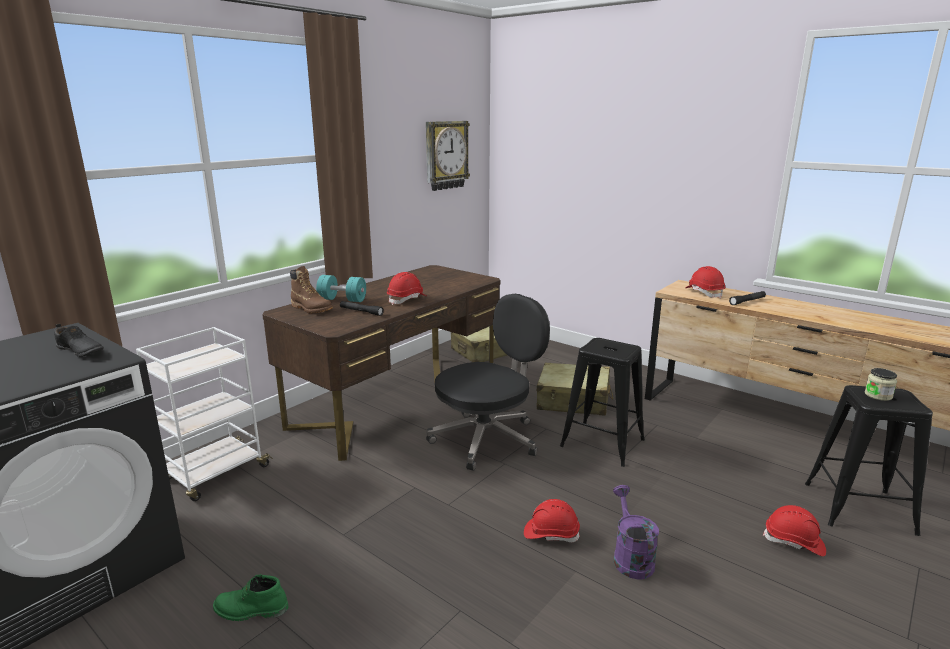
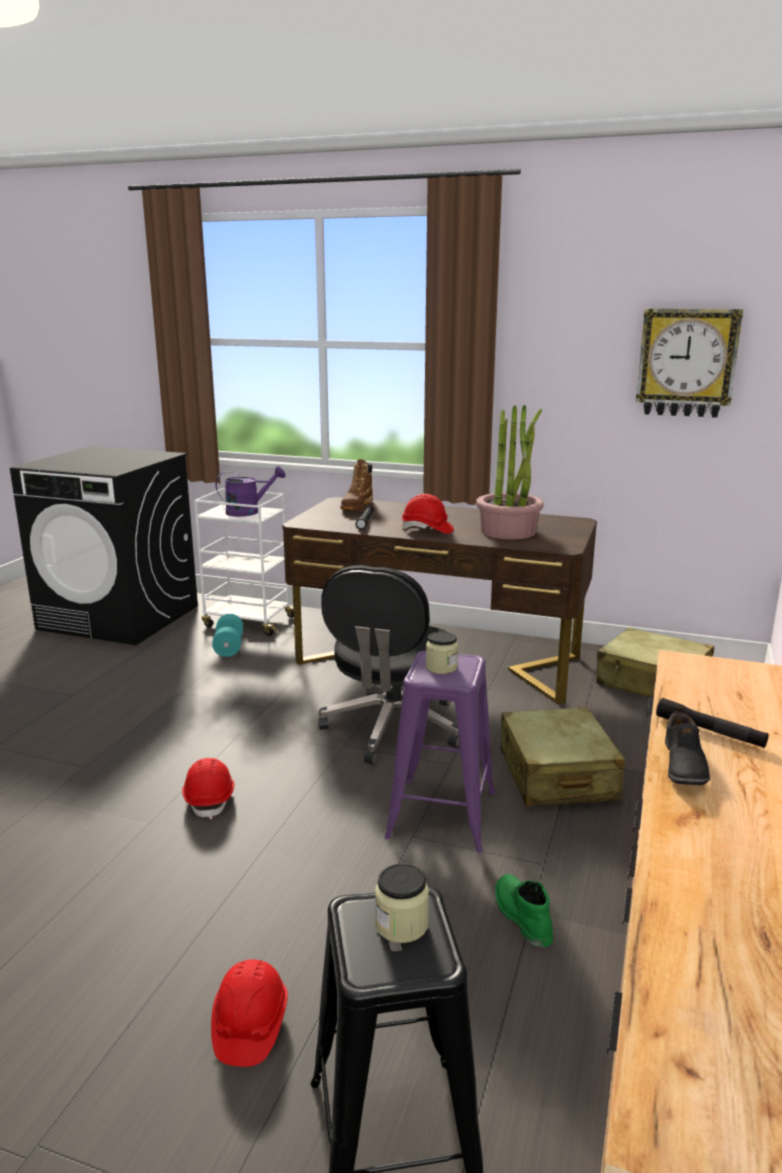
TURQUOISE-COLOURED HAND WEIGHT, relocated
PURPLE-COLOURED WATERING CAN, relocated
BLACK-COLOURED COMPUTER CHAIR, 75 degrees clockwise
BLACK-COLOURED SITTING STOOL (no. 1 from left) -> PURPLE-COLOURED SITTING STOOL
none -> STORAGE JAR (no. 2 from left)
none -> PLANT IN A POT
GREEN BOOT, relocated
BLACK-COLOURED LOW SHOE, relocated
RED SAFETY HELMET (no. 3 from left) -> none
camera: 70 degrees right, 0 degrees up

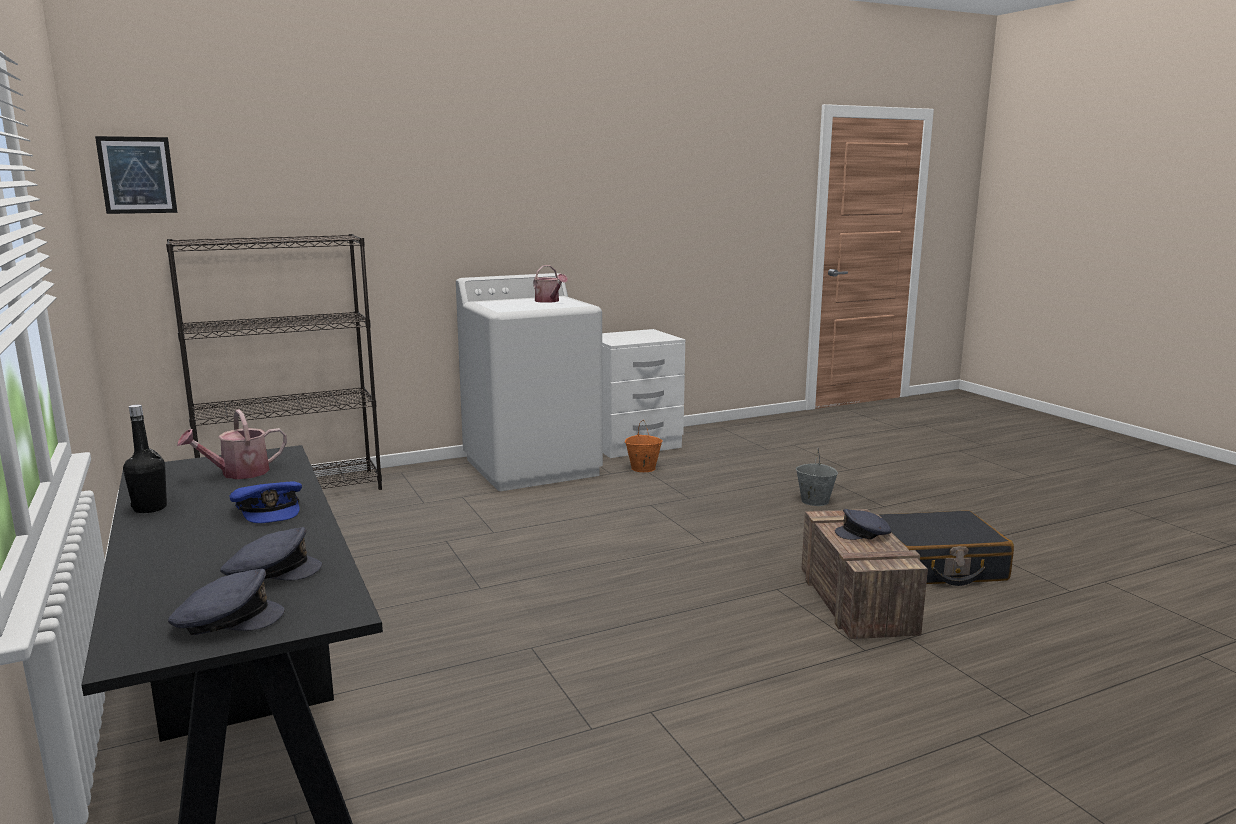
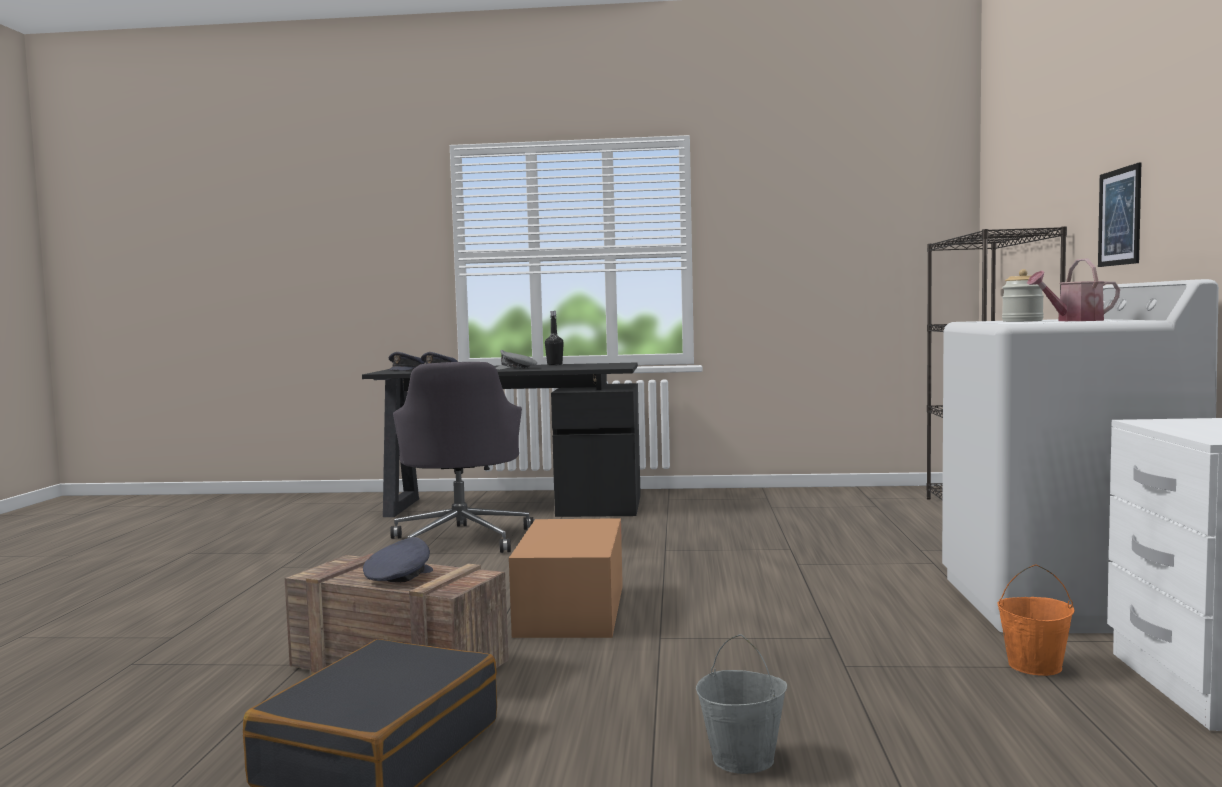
none -> GRAY COMPUTER CHAIR
BLUISH PEAKED CAP -> GRAY PEAKED CAP (no. 4 from left)
none -> CARDBOARD BOX
none -> STORAGE JAR
WALL ART, relocated
WATERING CAN (no. 1 from left) -> none
camera: 120 degrees right, 10 degrees down

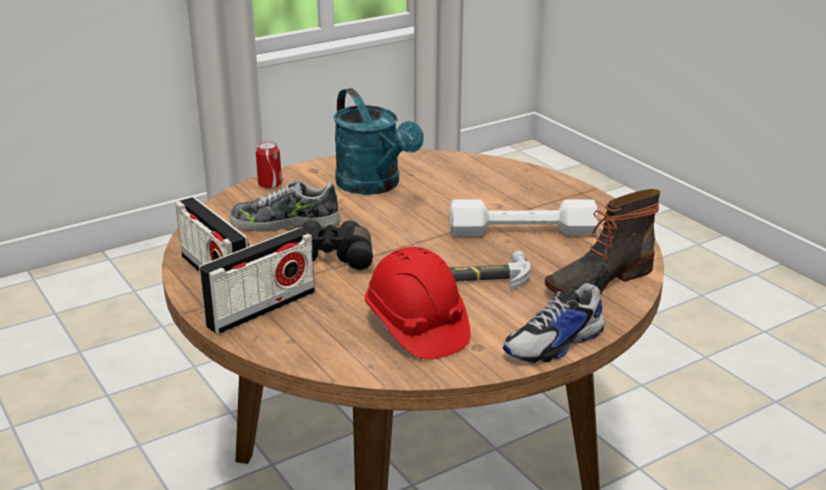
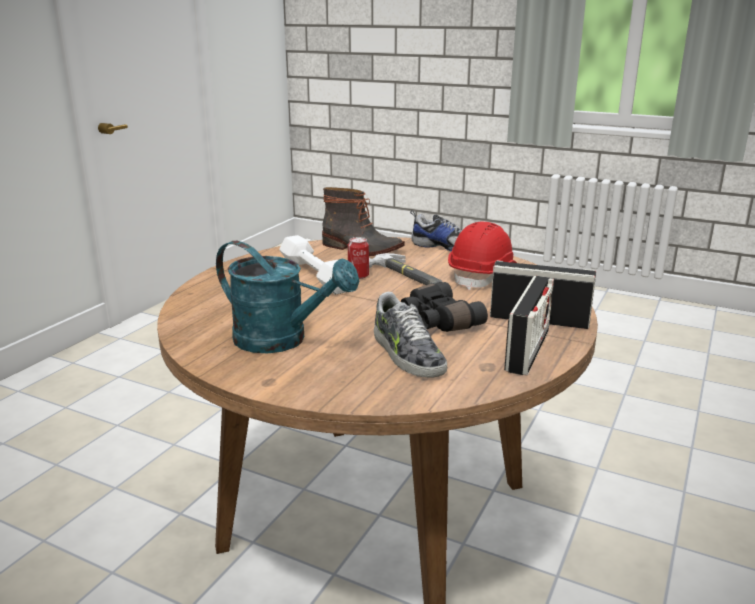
TURQUOISE-COLOURED WATERING CAN, 90 degrees clockwise
SEALED CAN, relocated
camera: 120 degrees left, 5 degrees down

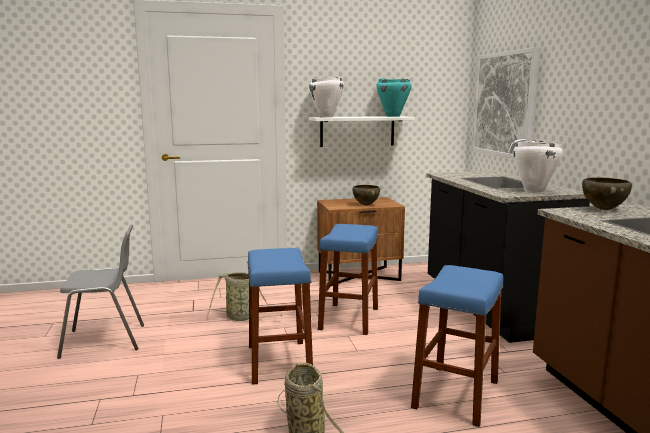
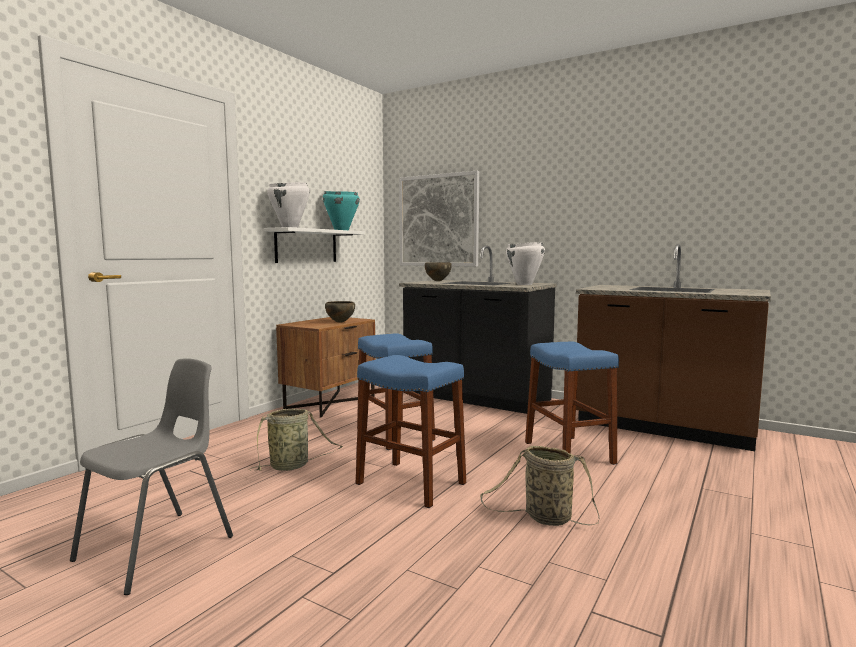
BROWN-COLOURED DEEP DISH (no. 2 from left), relocated
camera: 45 degrees left, 5 degrees down

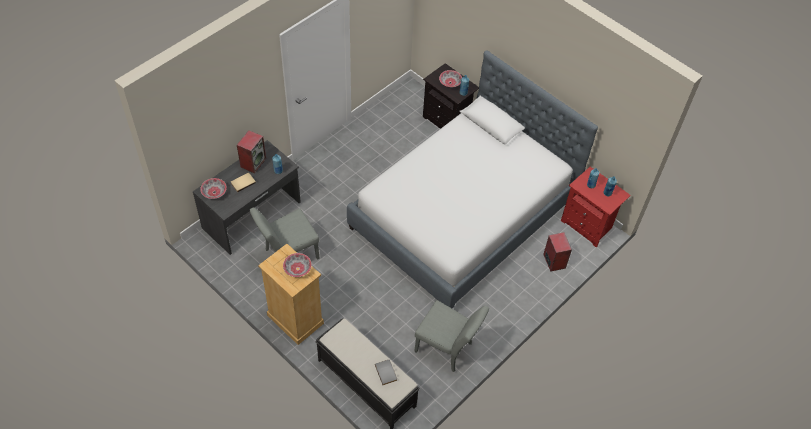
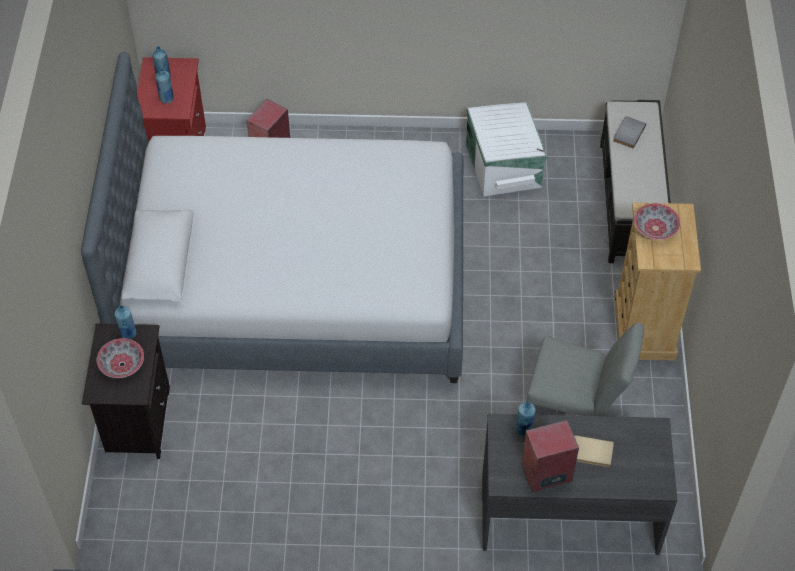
GRAY PLAIN CHAIR (no. 2 from left) -> WHITISH STORAGE BIN
DEEP DISH (no. 1 from left) -> none
camera: 130 degrees left, 0 degrees up

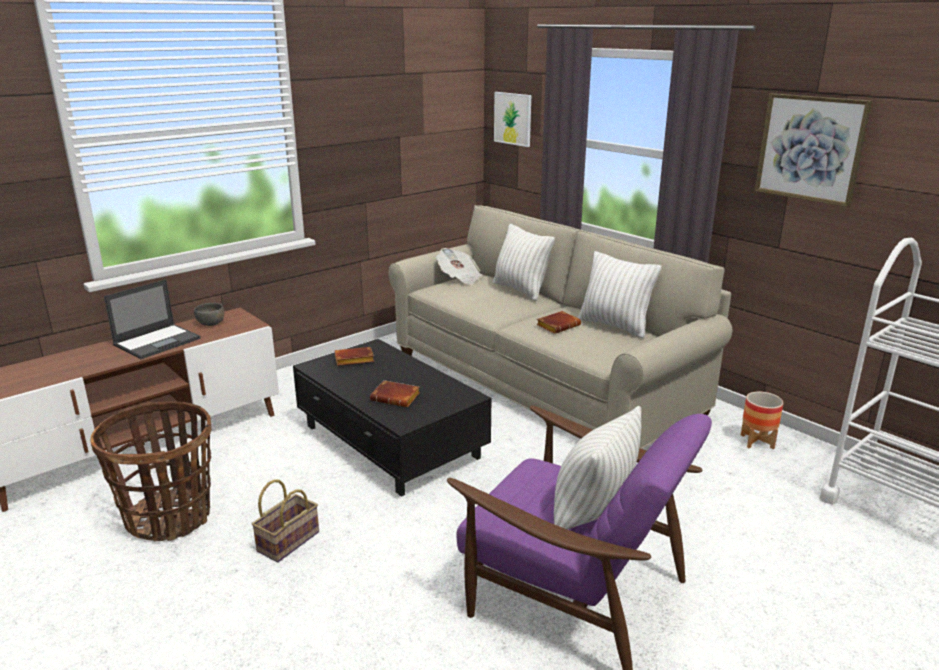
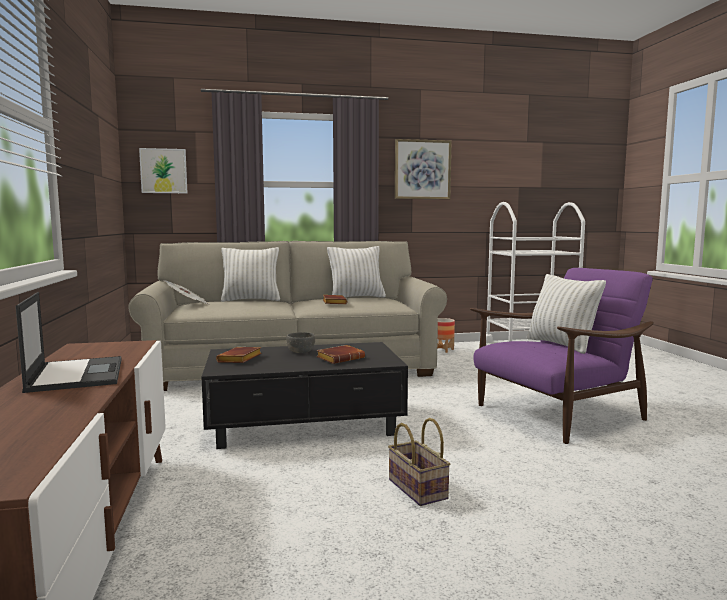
GRAY DEEP DISH, relocated
STORAGE BASKET (no. 1 from left) -> none
camera: 60 degrees left, 15 degrees down

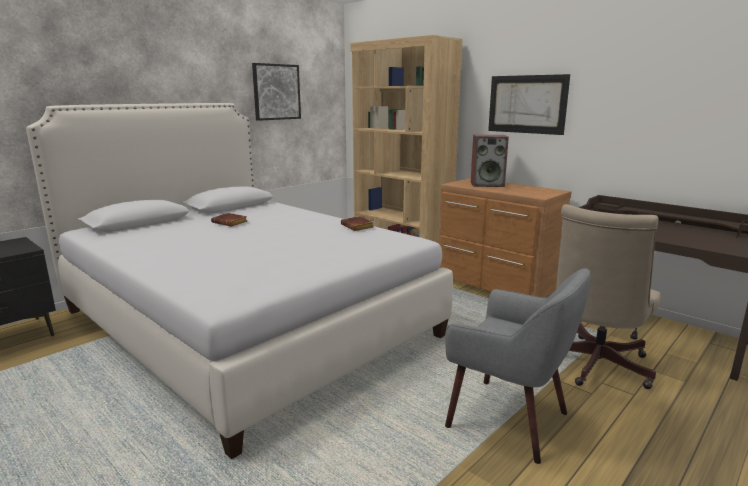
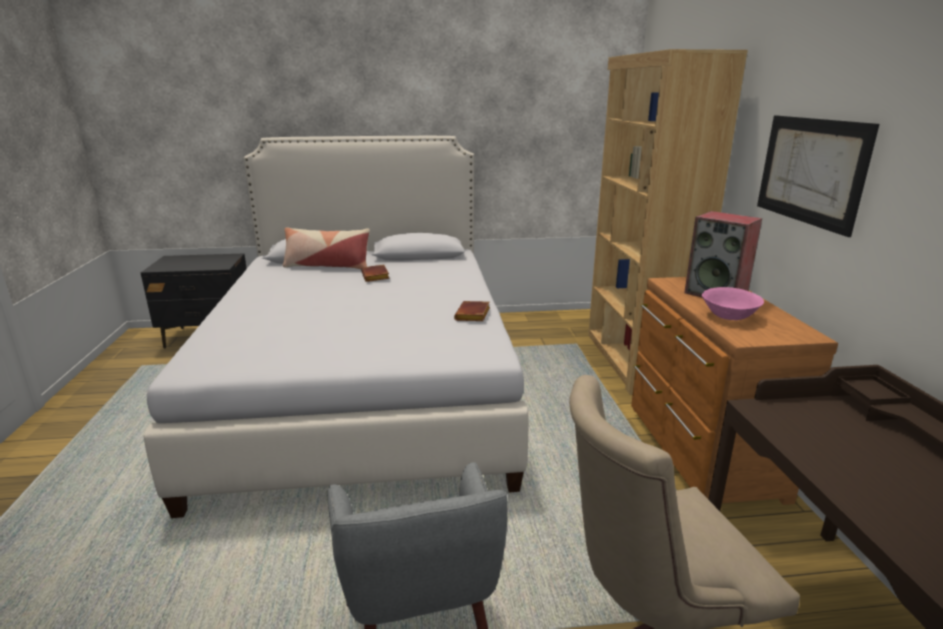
none -> CUSHION
none -> PINK DEEP DISH
WALL ART (no. 1 from left) -> none
camera: 40 degrees right, 5 degrees up

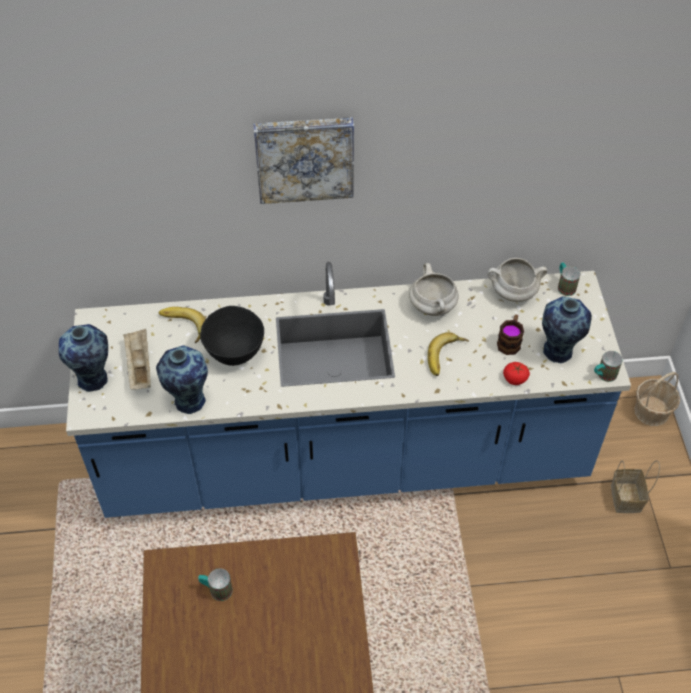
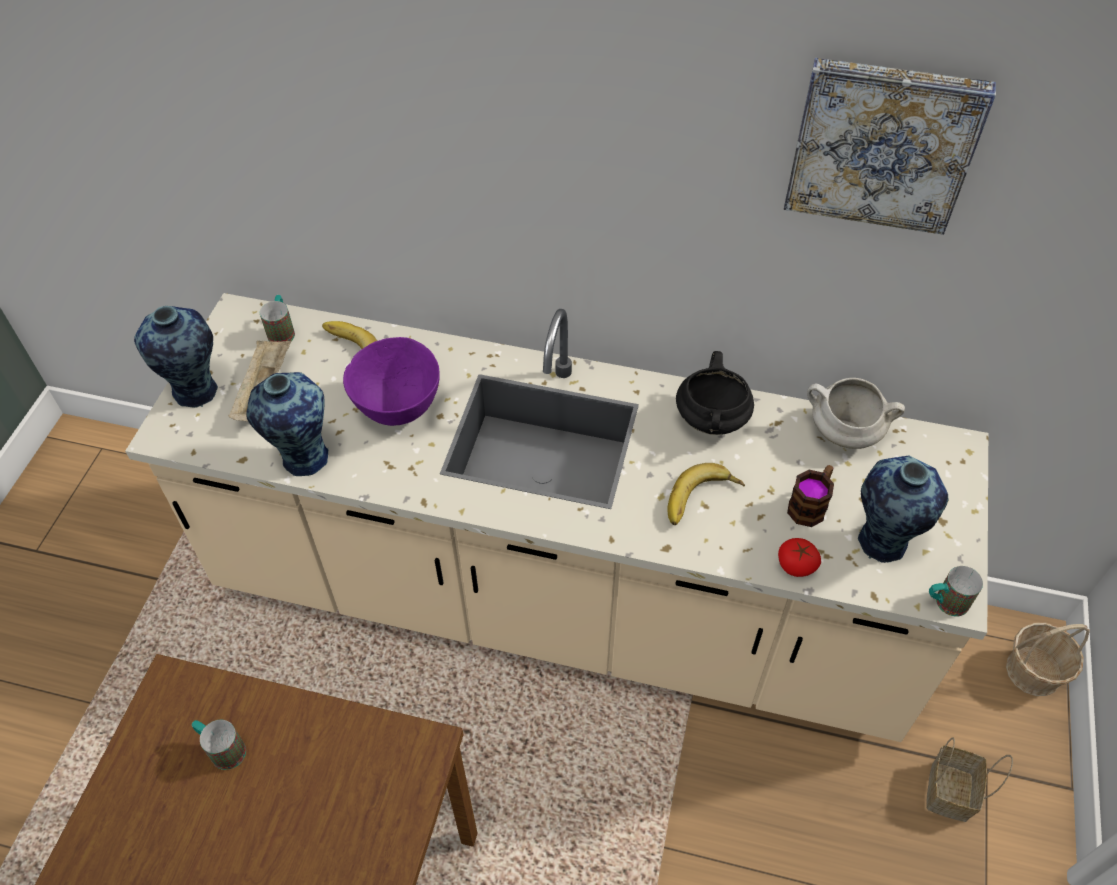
BLUISH COUNTER -> BEIGE-COLOURED COUNTER
MUG (no. 3 from left in the first image) -> MUG (no. 2 from left), relocated
BLACK-COLOURED DEEP DISH -> PURPLE-COLOURED DEEP DISH
WHITISH STOCKPOT (no. 1 from left) -> BLACK-COLOURED STOCKPOT
WALL ART, relocated
camera: 20 degrees right, 0 degrees up

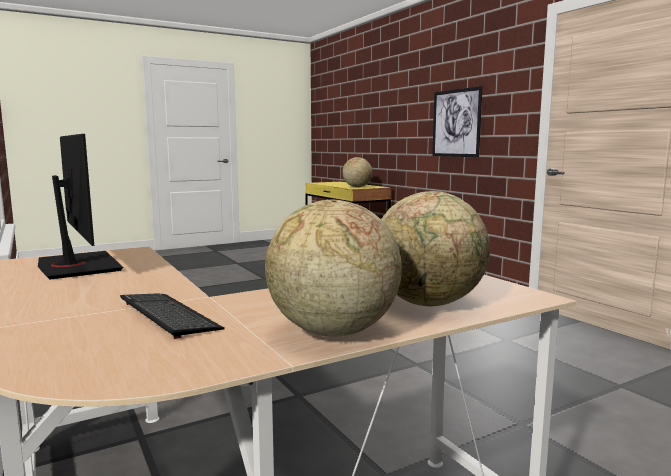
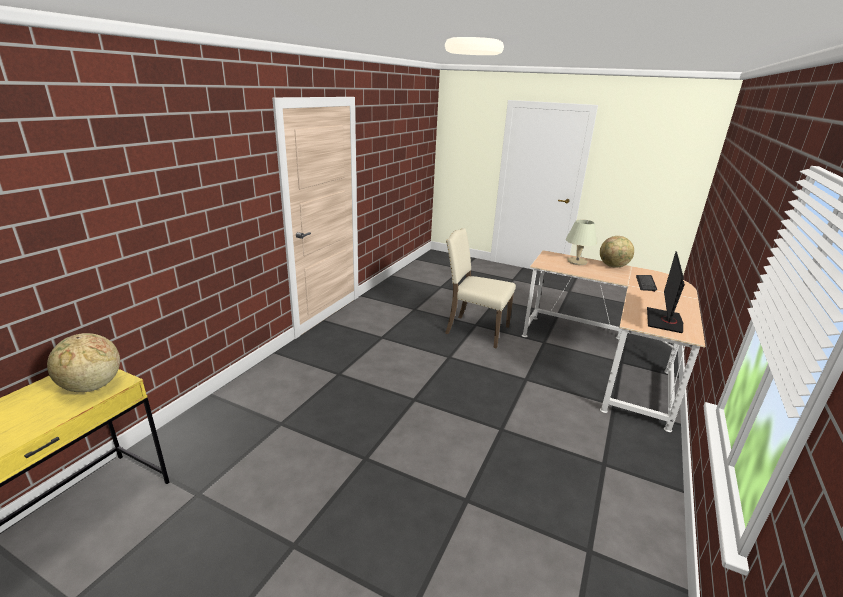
none -> BEIGE-COLOURED PLAIN CHAIR
WORLD GLOBE (no. 3 from left) -> BEIGE-COLOURED TABLETOP LAMP
WALL ART -> none
camera: 125 degrees left, 15 degrees up

